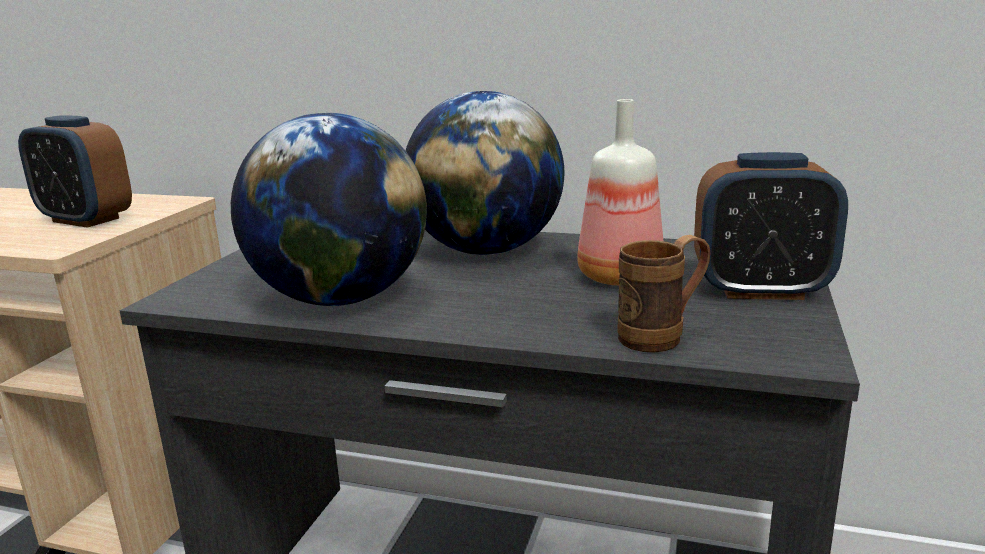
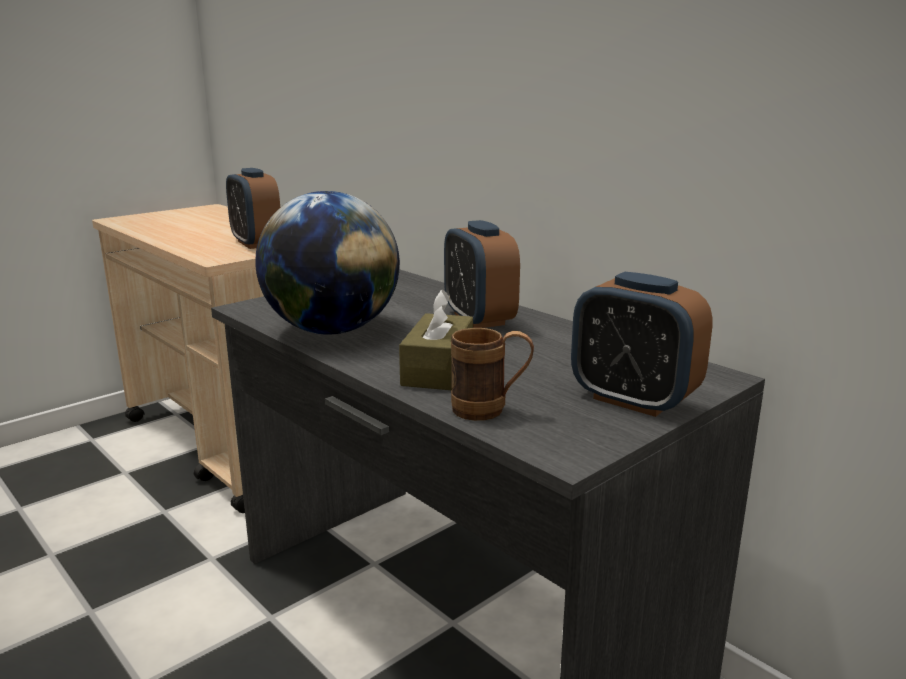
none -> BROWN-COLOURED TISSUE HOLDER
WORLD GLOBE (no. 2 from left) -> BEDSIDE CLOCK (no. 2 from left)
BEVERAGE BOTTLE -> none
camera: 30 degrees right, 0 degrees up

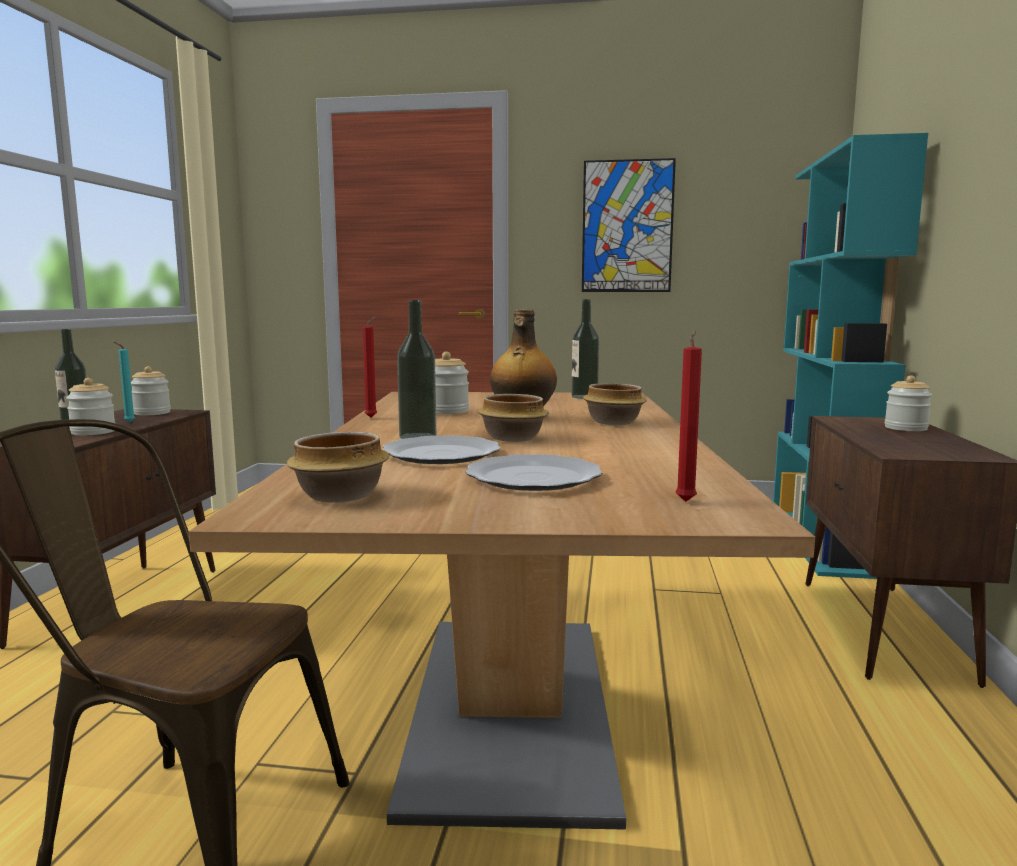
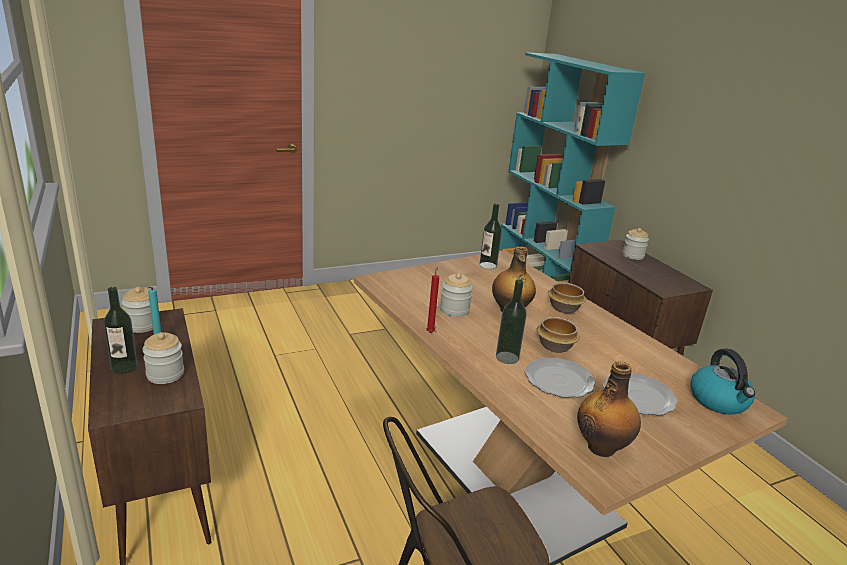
DEEP DISH (no. 1 from left) -> BEVERAGE BOTTLE (no. 5 from left)
RED WAX LIGHT (no. 2 from left) -> WATER KETTLE
WALL ART -> none
camera: 35 degrees left, 15 degrees up

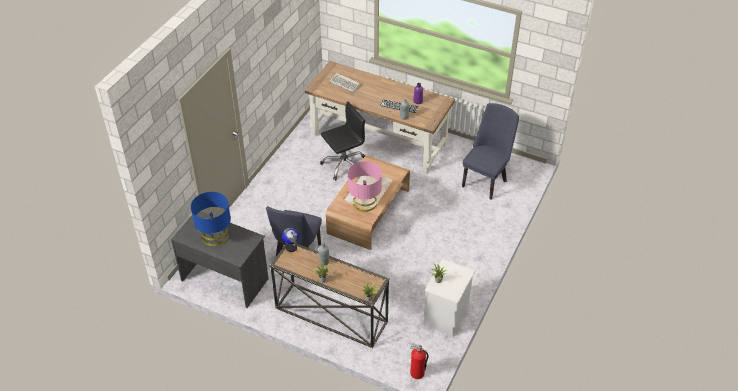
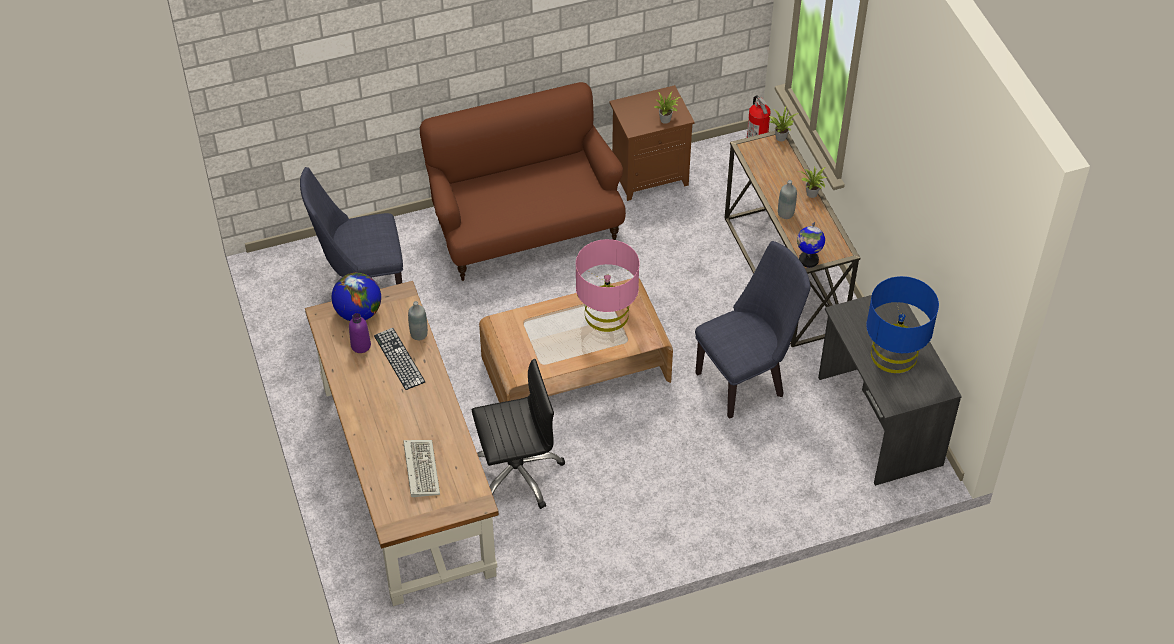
none -> WORLD GLOBE (no. 1 from left)
none -> BROWN-COLOURED SETTEE
BLACK-COLOURED COMPUTER CHAIR, 150 degrees clockwise
WHITISH NIGHTSTAND -> BROWN-COLOURED NIGHTSTAND
camera: 135 degrees left, 5 degrees up

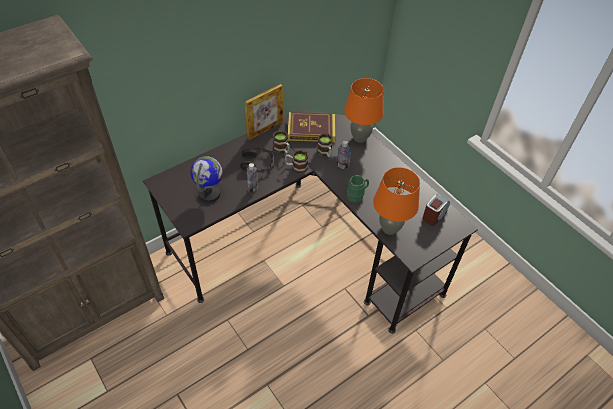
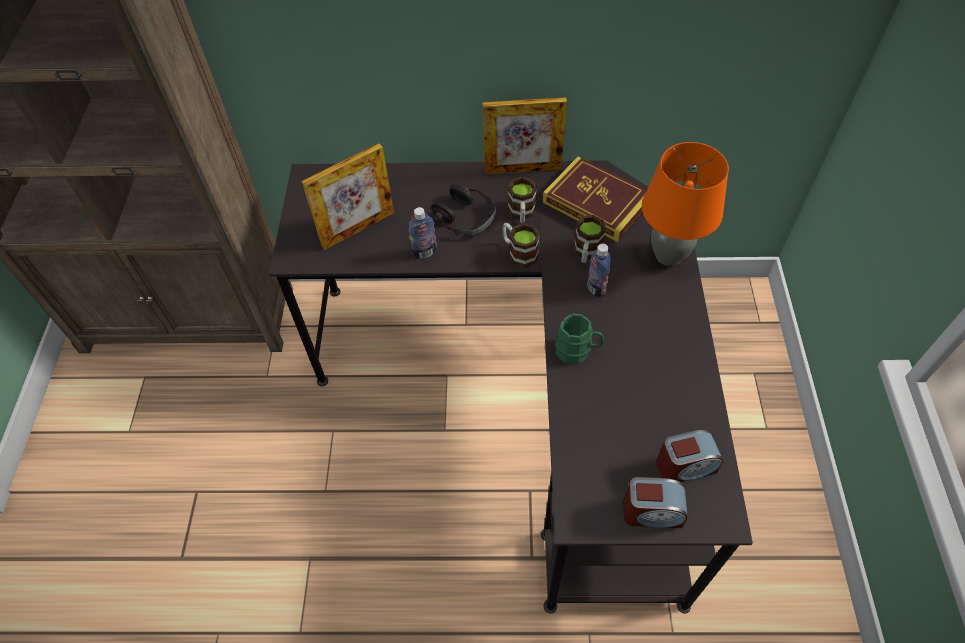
WORLD GLOBE -> STANDING FRAME (no. 1 from left)
none -> BEDSIDE CLOCK (no. 1 from left)
ORANGEY TABLETOP LAMP (no. 2 from left) -> none
camera: 40 degrees right, 5 degrees up

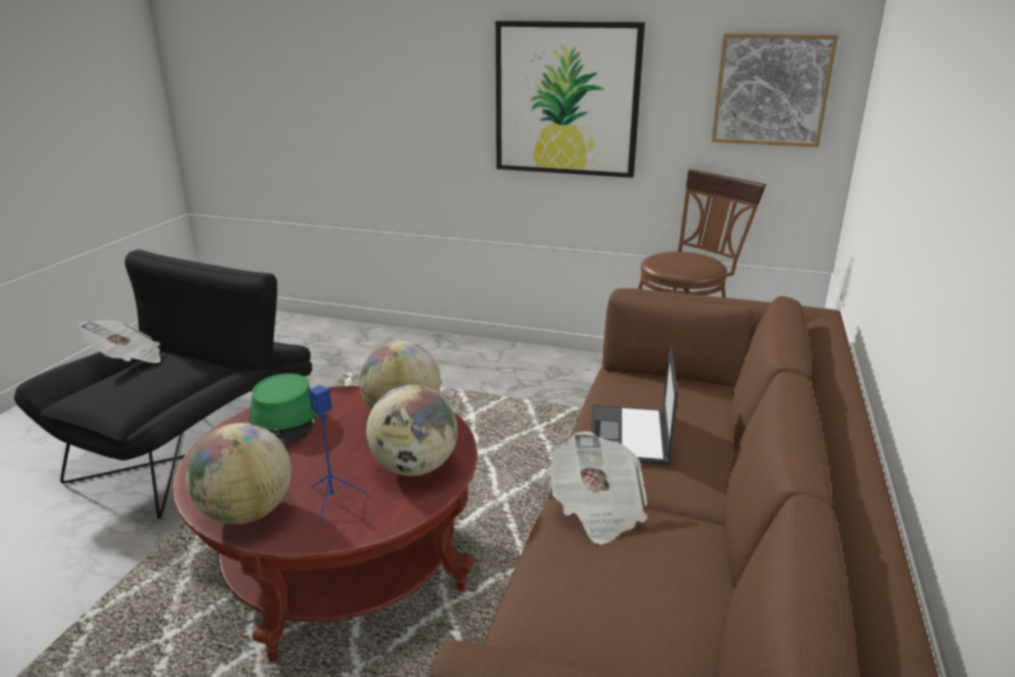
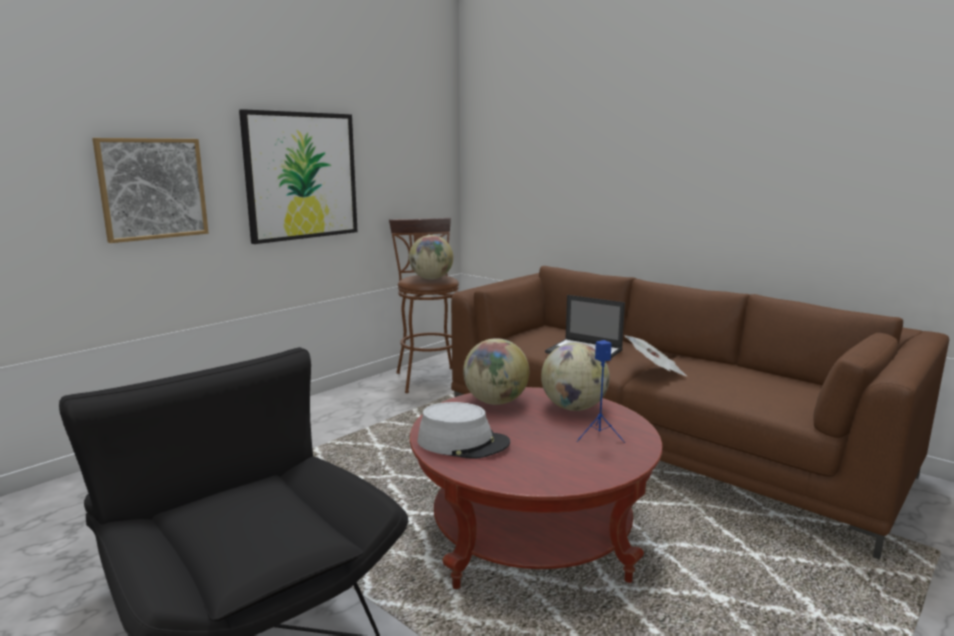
WALL ART (no. 2 from left in the first image) -> WALL ART (no. 1 from left), relocated
WORLD GLOBE (no. 1 from left), relocated
GREEN HAT -> GRAY HAT
PRINTED PAPER (no. 1 from left) -> none
camera: 65 degrees left, 10 degrees down

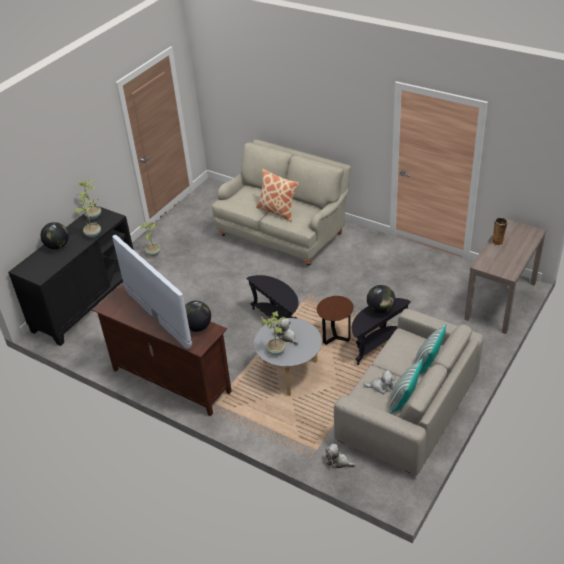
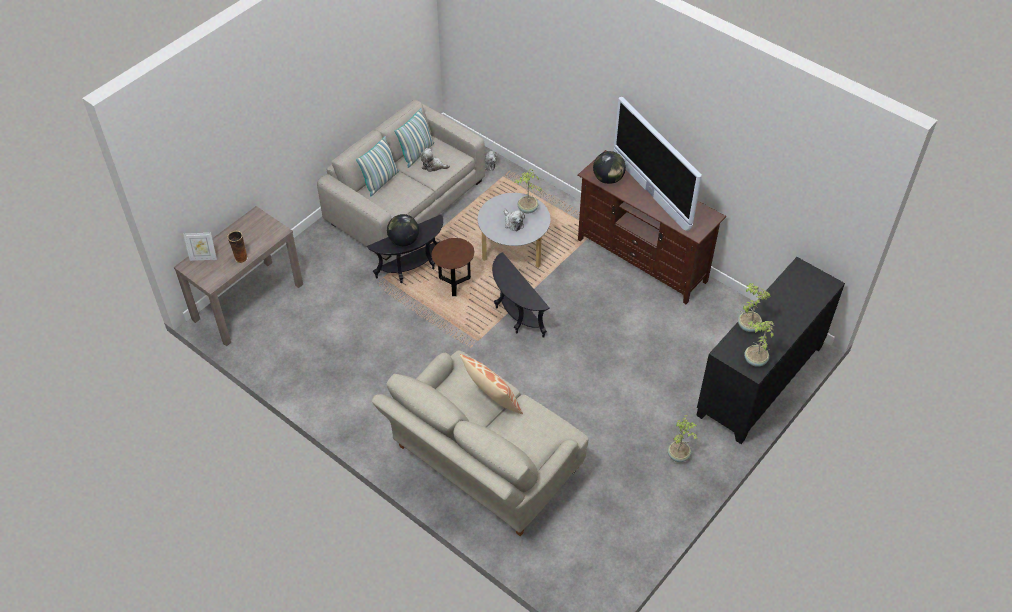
none -> STANDING FRAME
WORLD GLOBE (no. 1 from left) -> none
camera: 175 degrees left, 10 degrees up

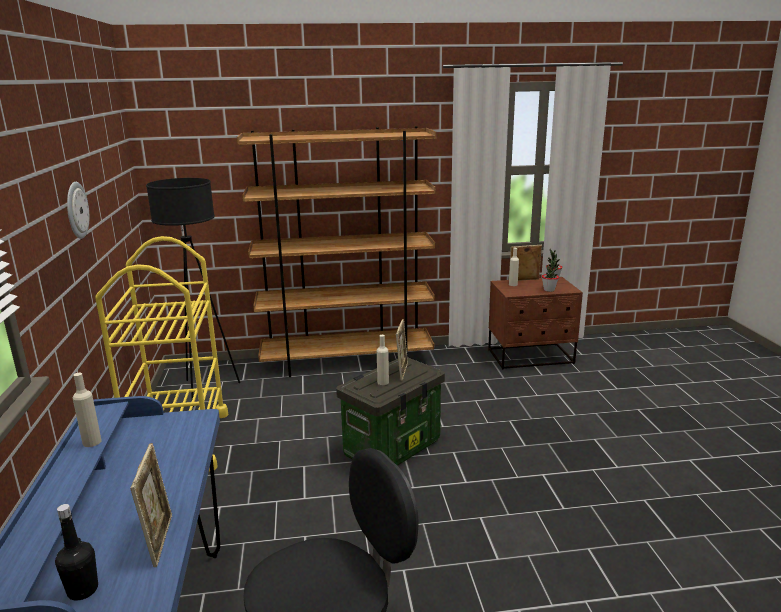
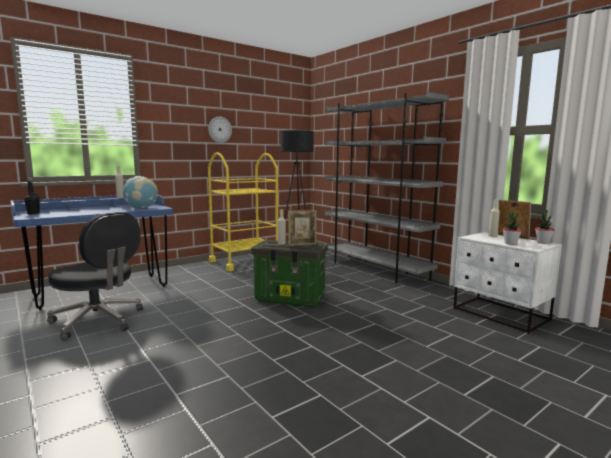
none -> WORLD GLOBE
BROWN-COLOURED SHELVING UNIT -> GRAY SHELVING UNIT
BROWN-COLOURED NIGHTSTAND -> WHITISH NIGHTSTAND
STANDING FRAME (no. 1 from left) -> none
camera: 60 degrees right, 10 degrees down

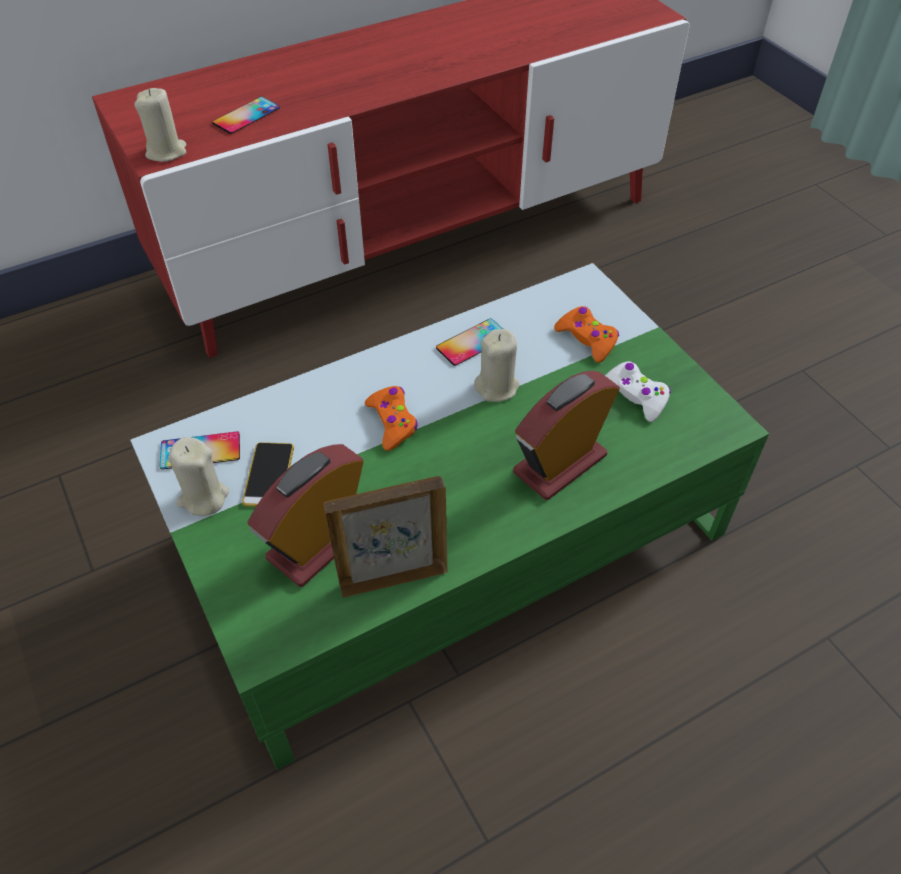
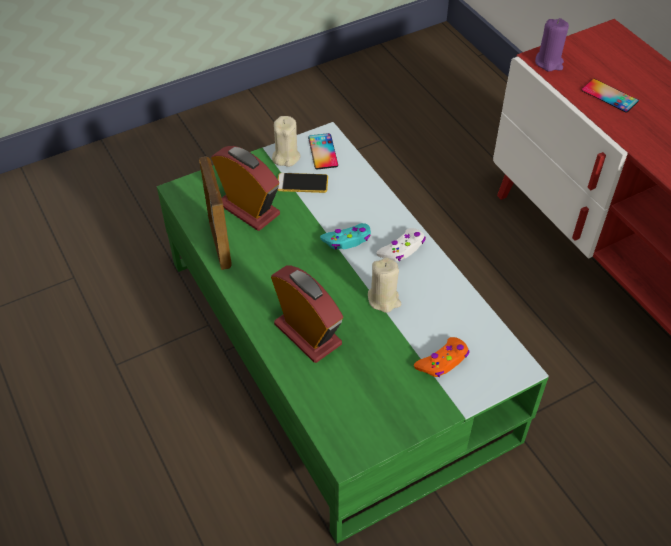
ORANGEY JOYPAD (no. 1 from left) -> TURQUOISE-COLOURED JOYPAD
WHITISH JOYPAD, relocated
BEIGE-COLOURED WAX LIGHT (no. 1 from left) -> PURPLE-COLOURED WAX LIGHT
HANDSET (no. 4 from left) -> none
camera: 90 degrees right, 0 degrees up

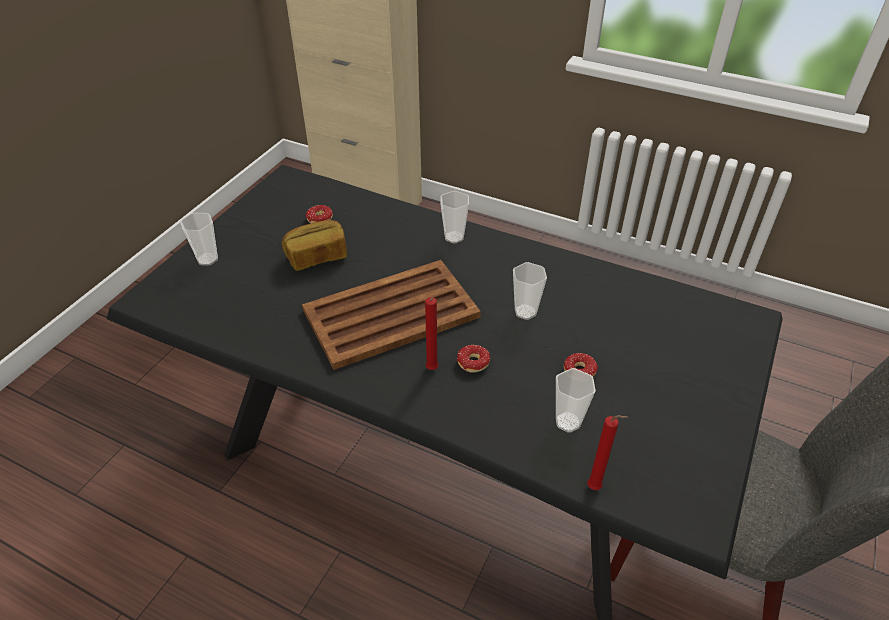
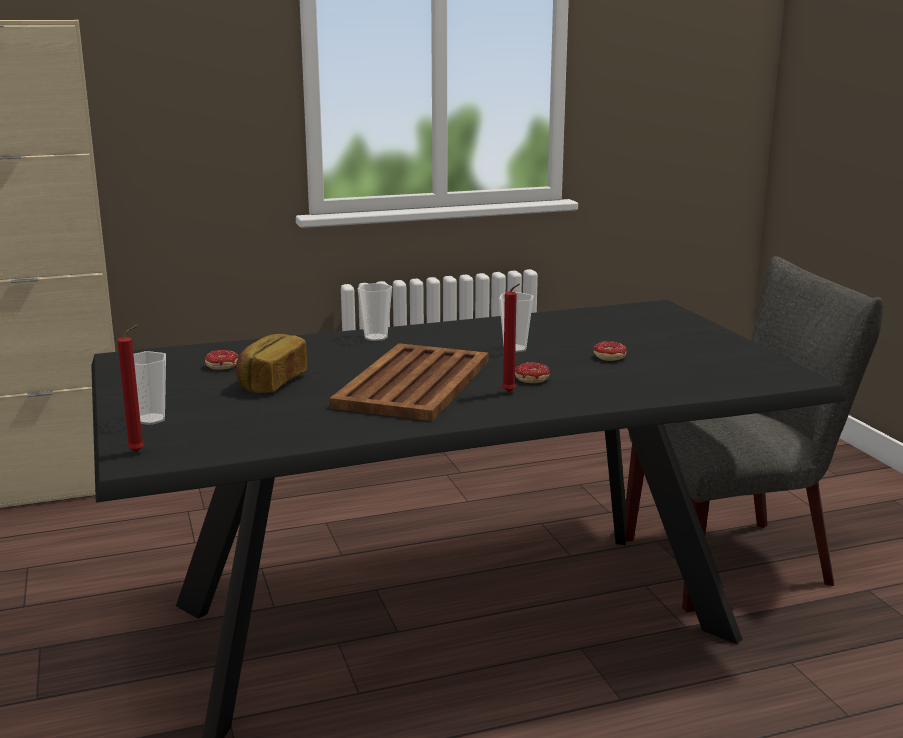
RED WAX LIGHT (no. 2 from left in the first image) -> RED WAX LIGHT (no. 1 from left), relocated
CUP (no. 4 from left) -> none
camera: 45 degrees left, 25 degrees down

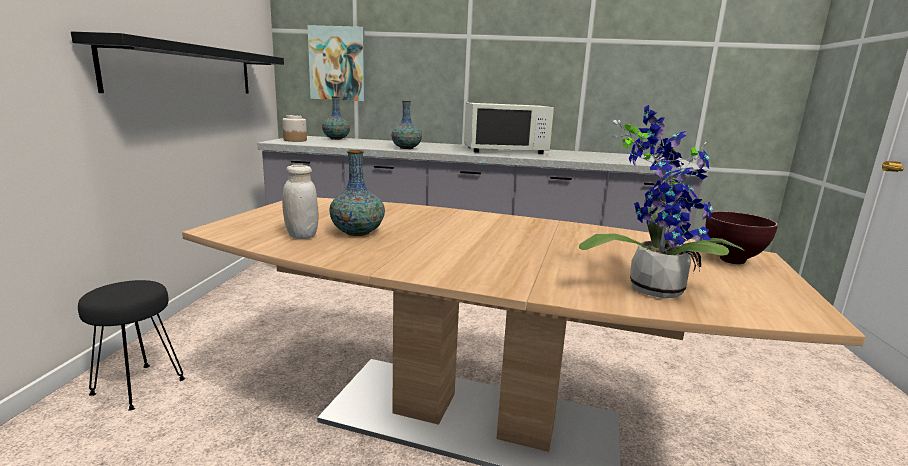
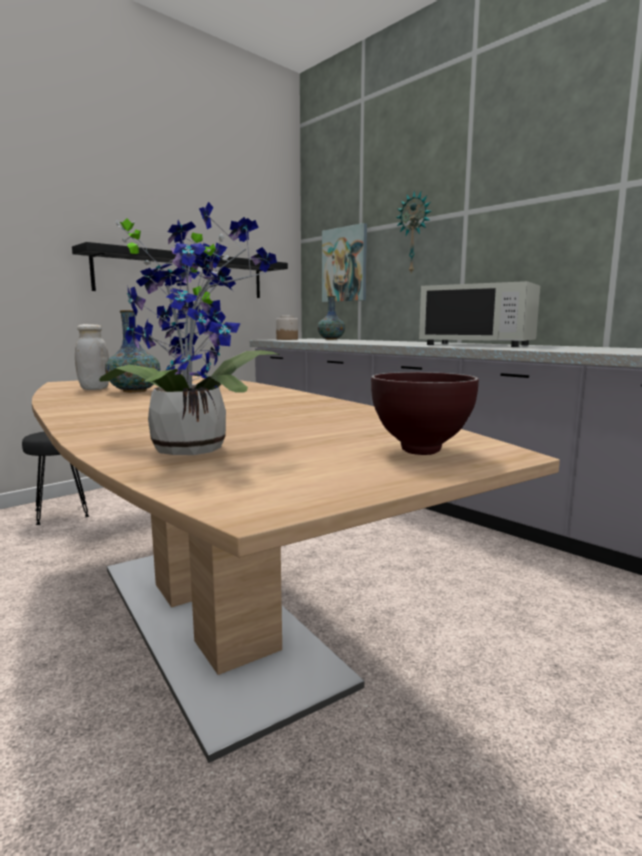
none -> HANGING CLOCK
VASE (no. 3 from left) -> none
camera: 40 degrees right, 5 degrees down

